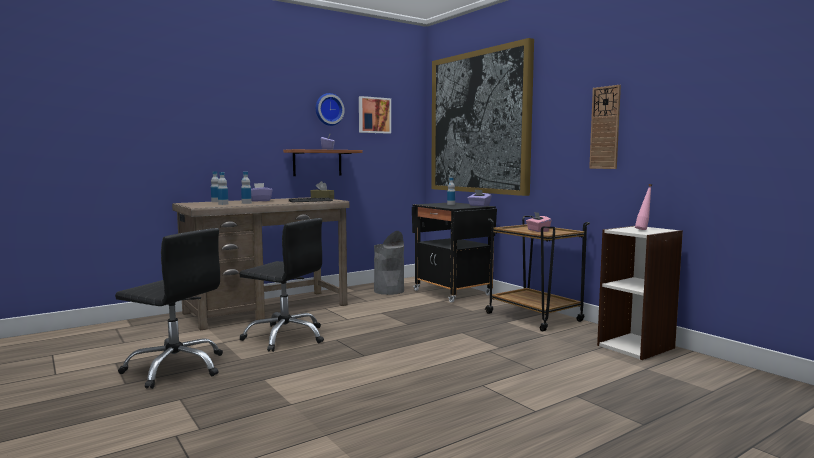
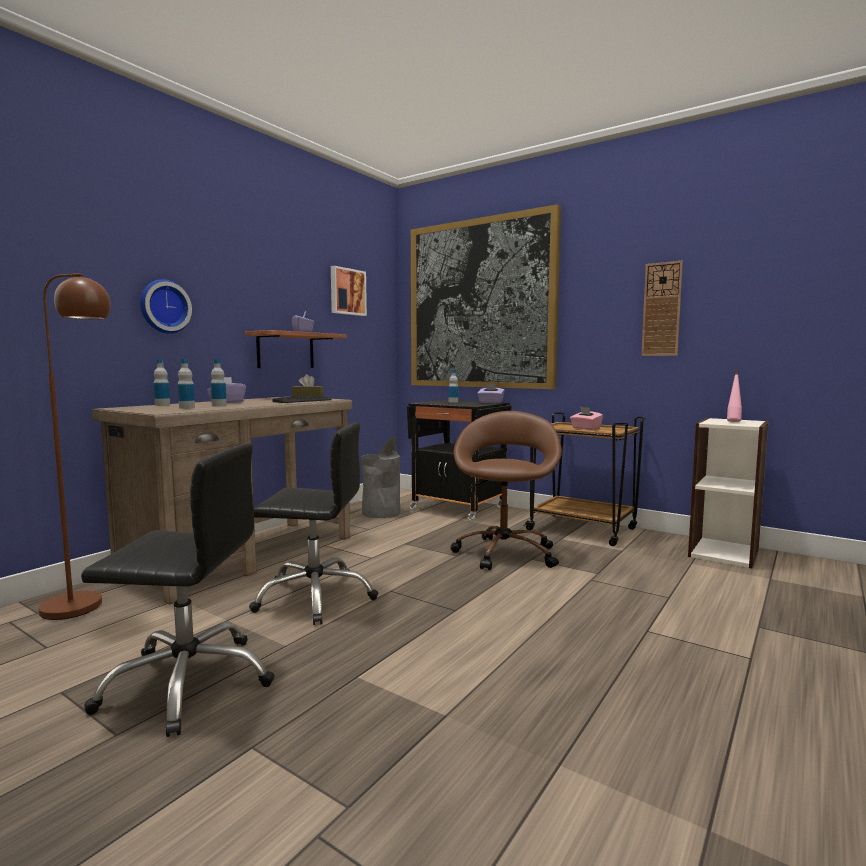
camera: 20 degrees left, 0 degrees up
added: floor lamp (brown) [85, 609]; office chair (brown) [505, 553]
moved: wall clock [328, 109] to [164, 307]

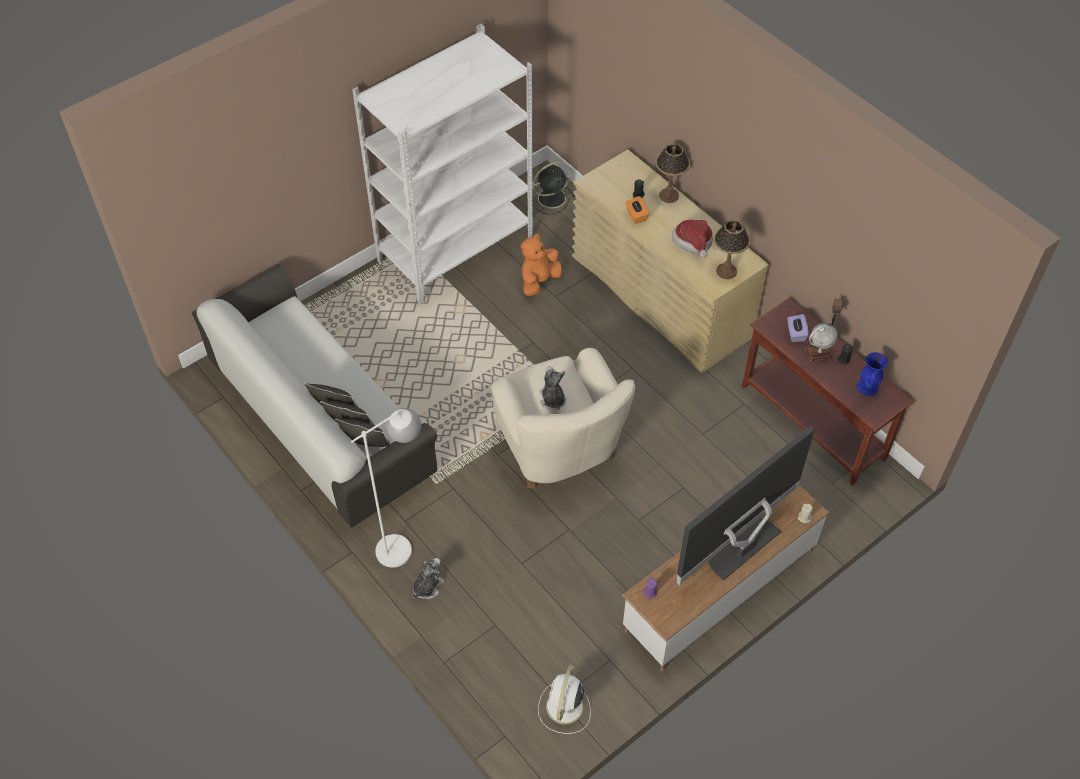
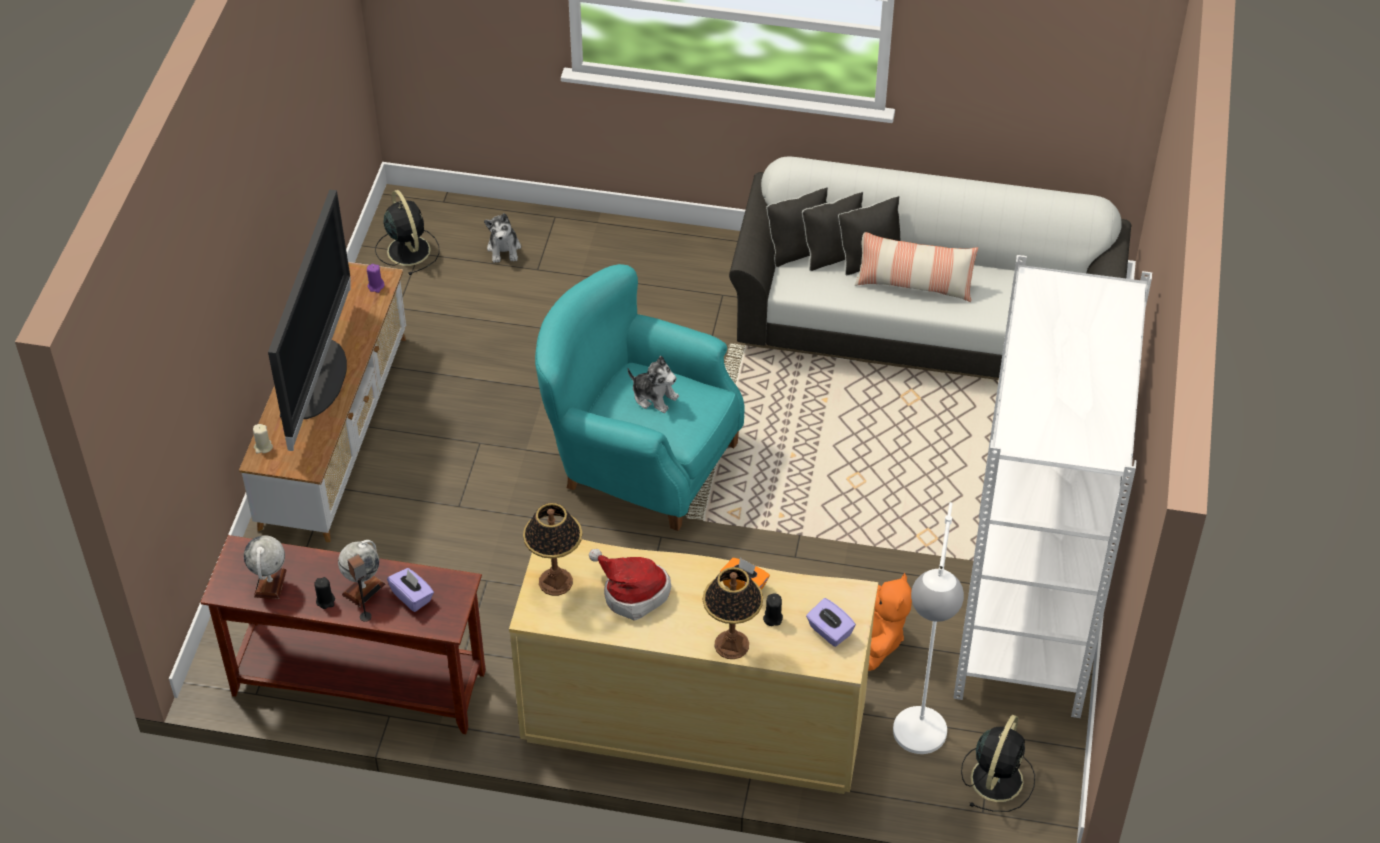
camera: 140 degrees right, 5 degrees down
added: pillow [914, 284]; tissue box (purple) [829, 631]
moved: floor lamp (white) [404, 544] to [917, 748]; plush toy [427, 586] to [504, 249]
replaced: vase (blue) [868, 387] to globe [270, 583]
recoloured: armchair (beige) [559, 447] to armchair (turquoise) [640, 460]; fan (white) [564, 708] to fan (black) [408, 249]

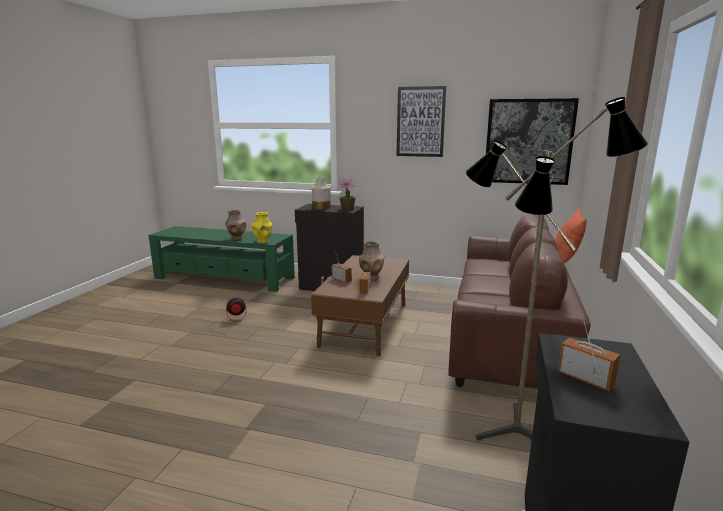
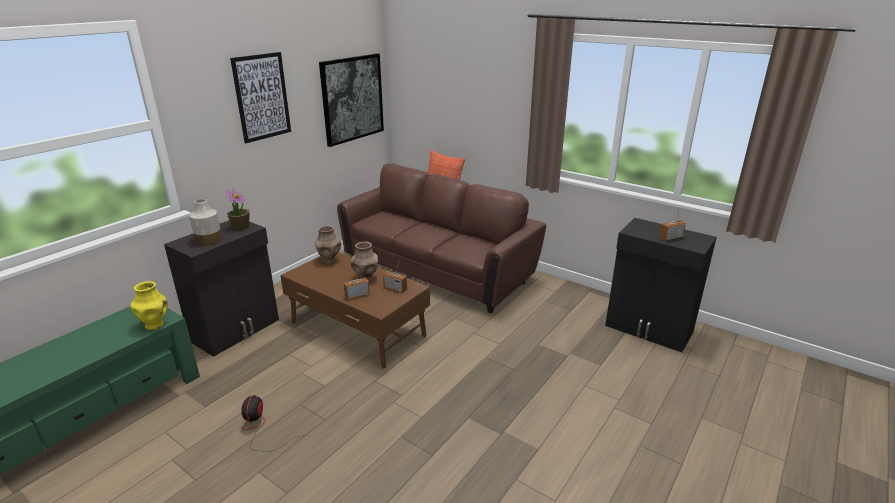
camera: 70 degrees left, 10 degrees up
removed: floor lamp [513, 437]
moved: vase (brown) [236, 238] to [329, 261]

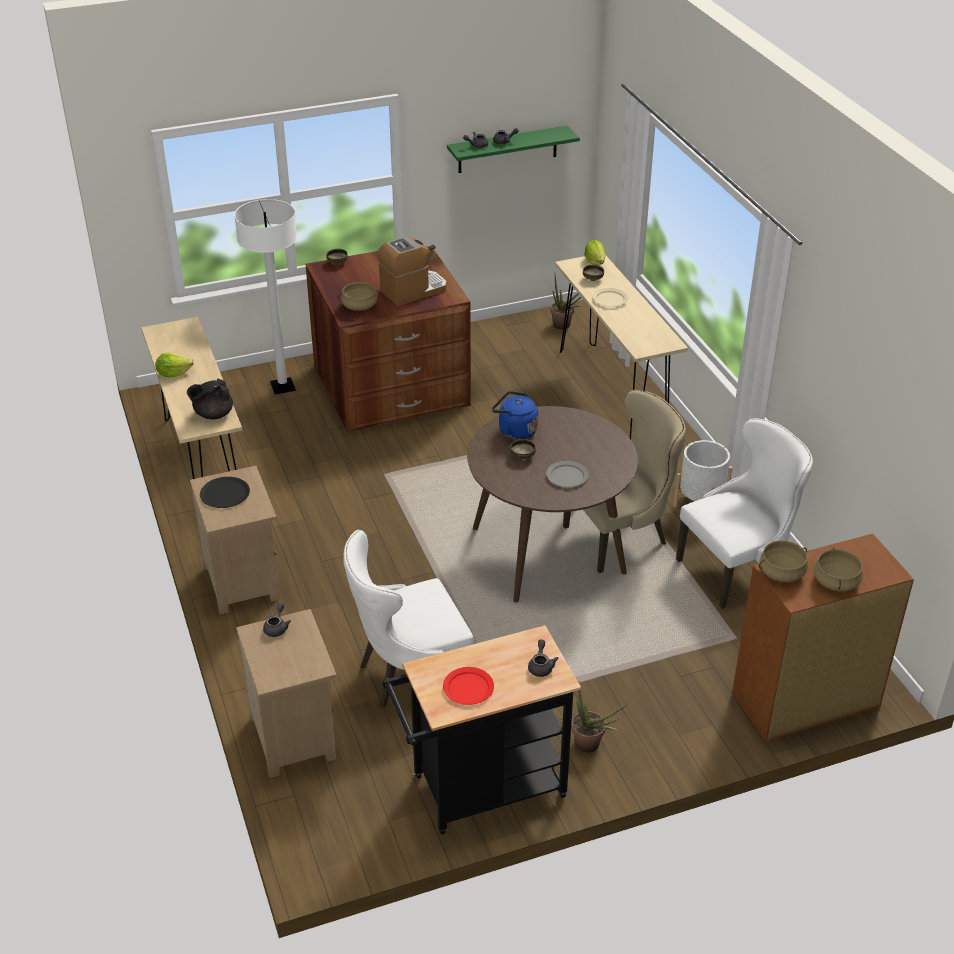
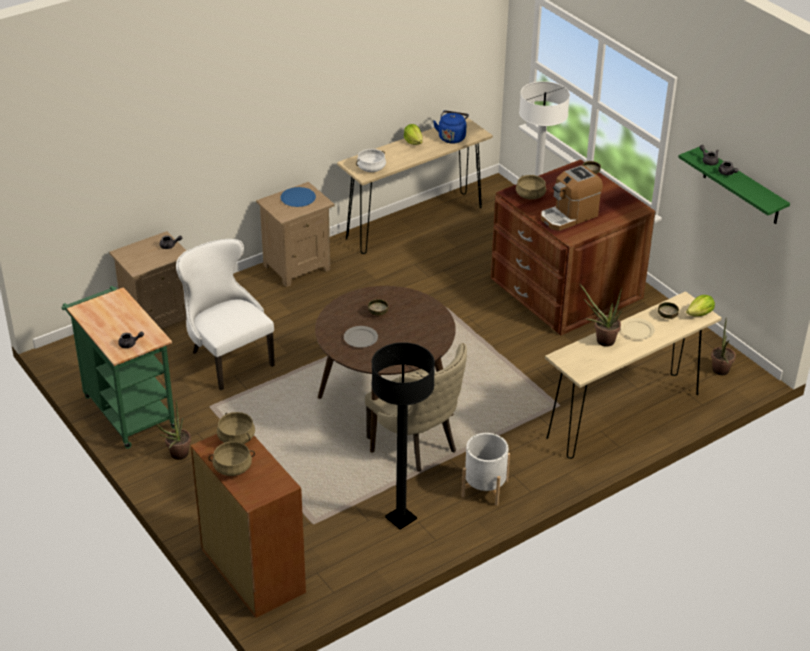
camera: 75 degrees right, 0 degrees up
removed: plate (red) [468, 688]
added: potted plant [601, 340]
moved: kettle (blue) [515, 430] to [452, 137]
replaced: teapot (black) [213, 414] to cooking pot (white) [371, 168]; chair (white) [736, 569] to floor lamp (black) [401, 518]
recoloured: plate (black) [225, 493] to plate (blue) [298, 198]; cart (black) [480, 790] to cart (green) [126, 409]
turned: coffee machine [413, 290] = [569, 216] 105 degrees clockwise

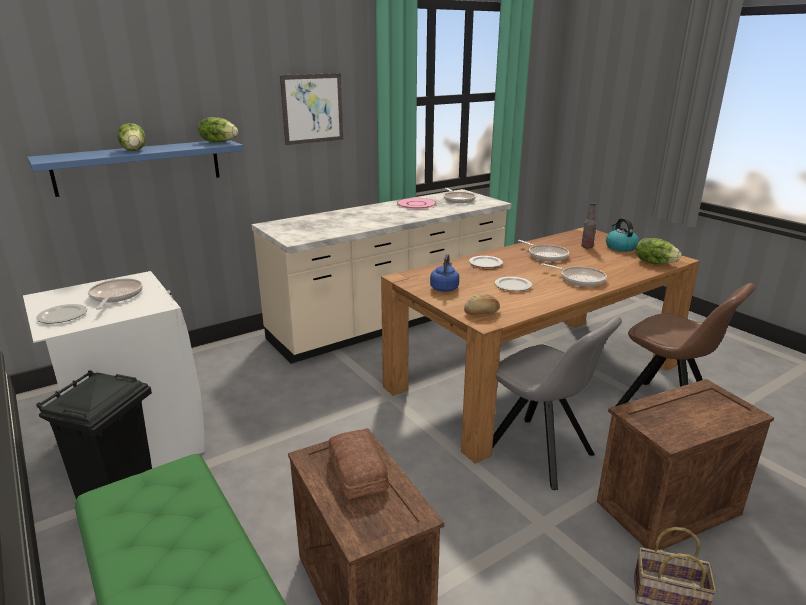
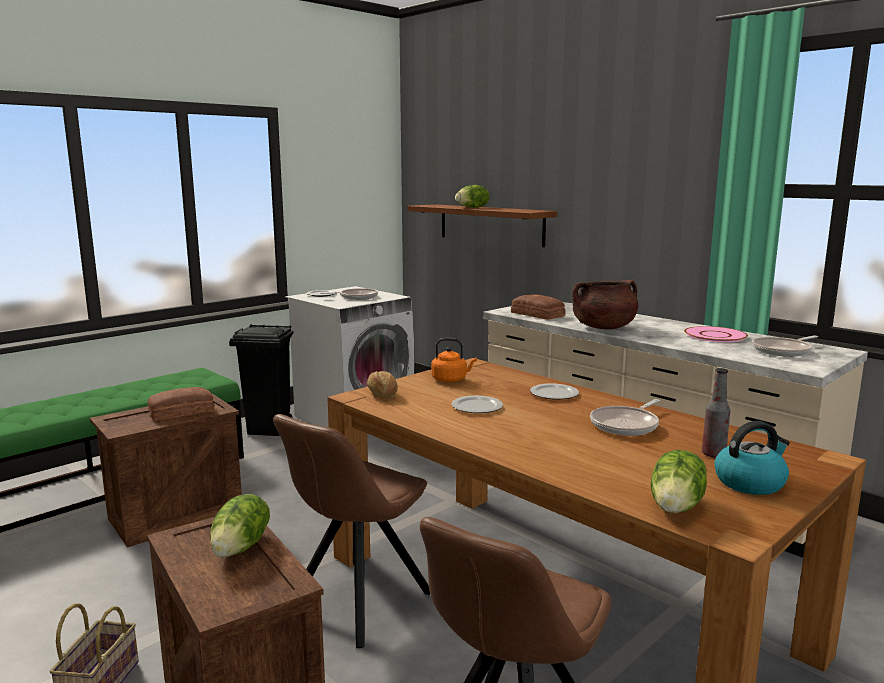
camera: 80 degrees right, 10 degrees down
removed: picture [312, 108]; frying pan [580, 279]
added: cooking pot (brown) [603, 327]; bread [537, 315]
moved: lettuce [219, 142] to [241, 547]
recoloured: shelf (blue) [139, 167] to shelf (brown) [490, 224]; kettle (blue) [444, 288] to kettle (orange) [451, 380]; chair (grey) [539, 453] to chair (brown) [358, 602]

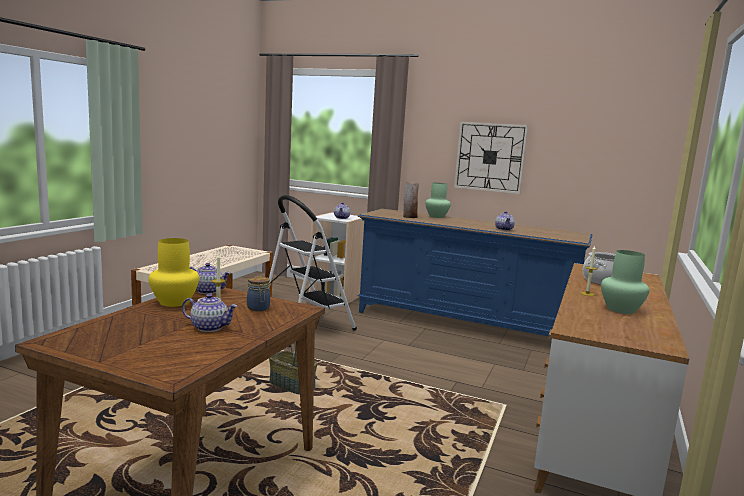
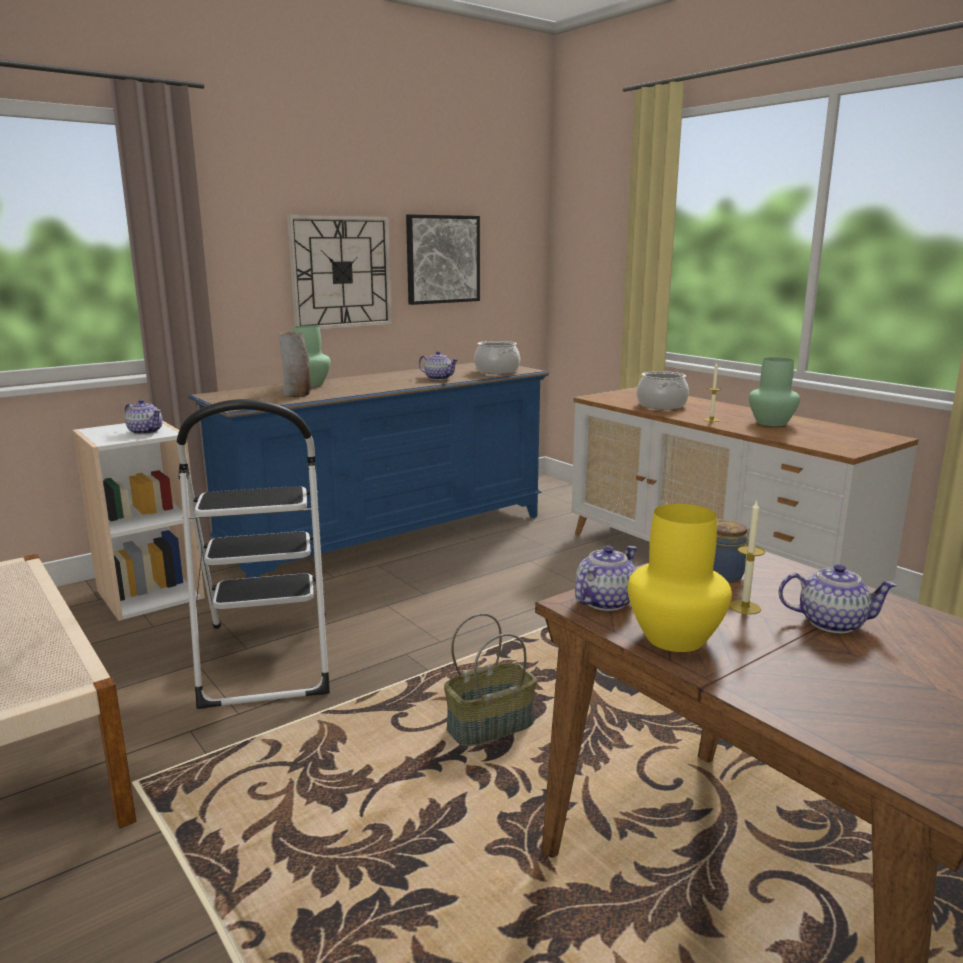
camera: 60 degrees left, 5 degrees up
added: picture [442, 259]; cooking pot [496, 371]
turned: teapot [209, 327] = [831, 623] 60 degrees clockwise

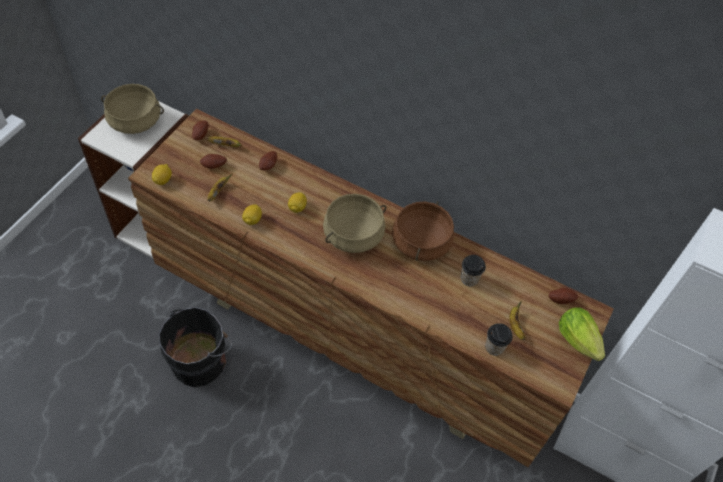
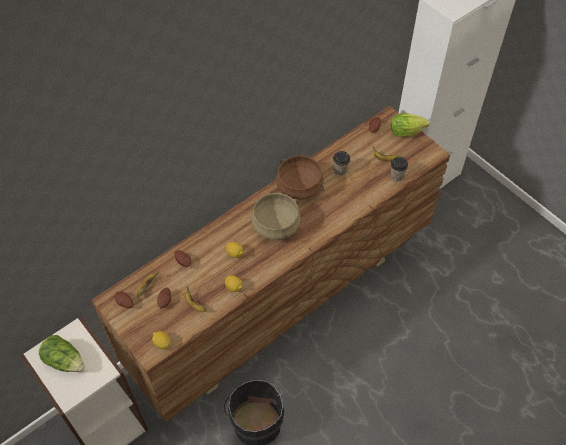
camera: 65 degrees left, 0 degrees up
replaced: cooking pot (beige) [135, 121] to lettuce [65, 360]

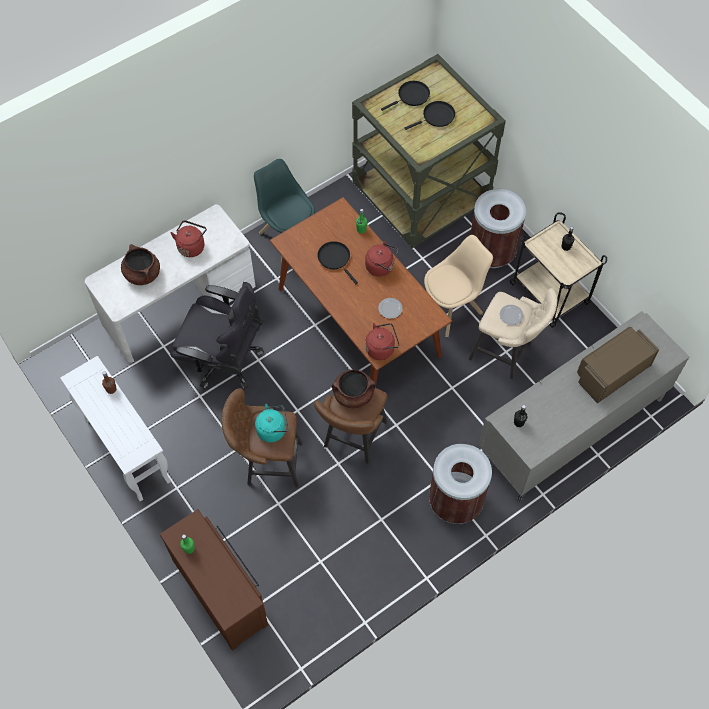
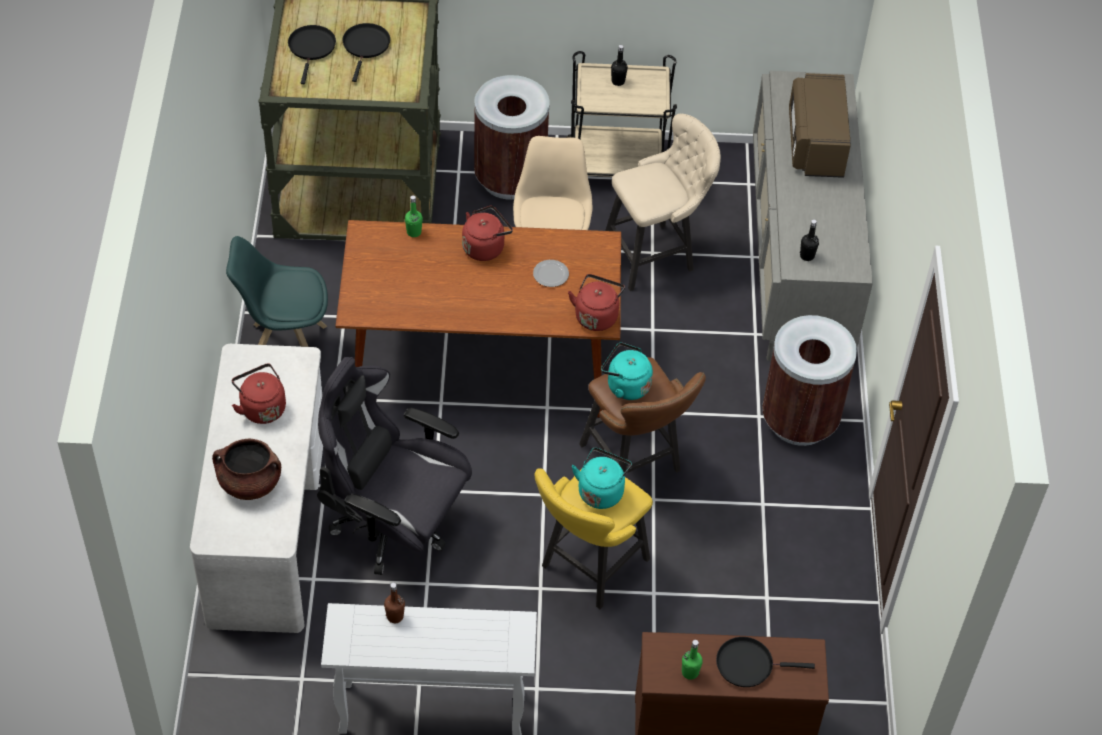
camera: 55 degrees left, 10 degrees down
removed: plate [511, 315]
moved: frying pan (black) [335, 258] to [748, 664]
replaced: cooking pot (brown) [353, 394] to kettle (turquoise) [625, 385]
recoloured: stool (brown) [266, 462] to stool (yellow) [587, 570]
turned: office chair (black) [222, 360] = [397, 528] 120 degrees counterclockwise

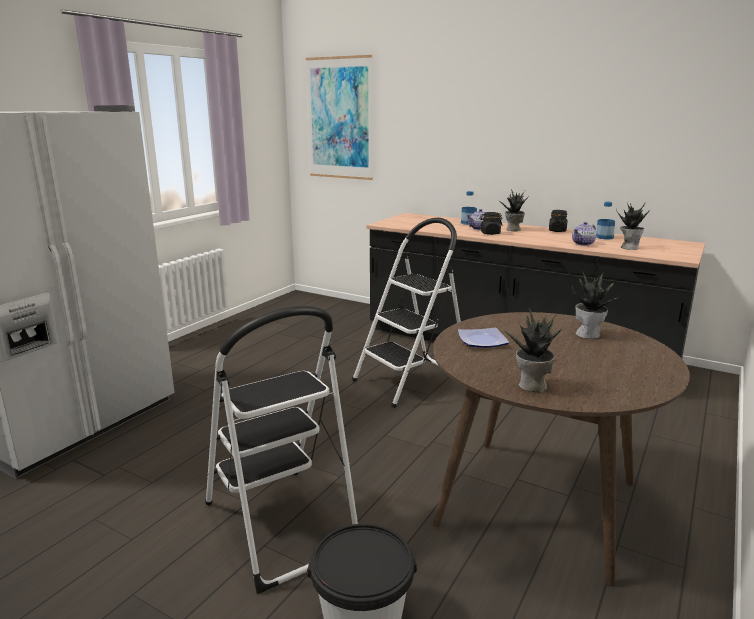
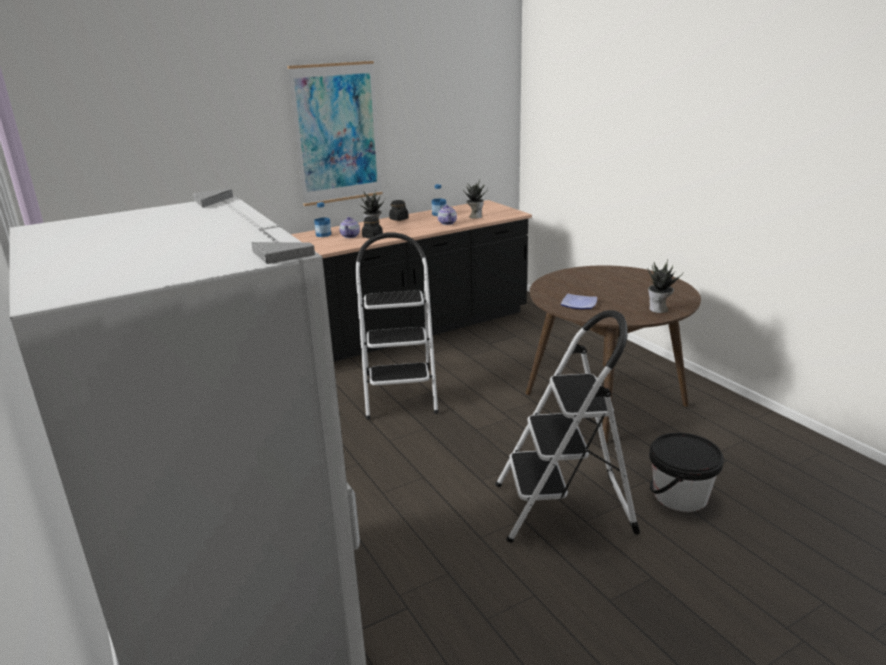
camera: 60 degrees left, 5 degrees up
removed: potted plant [588, 334]
moved: picture [340, 118] to [337, 134]

